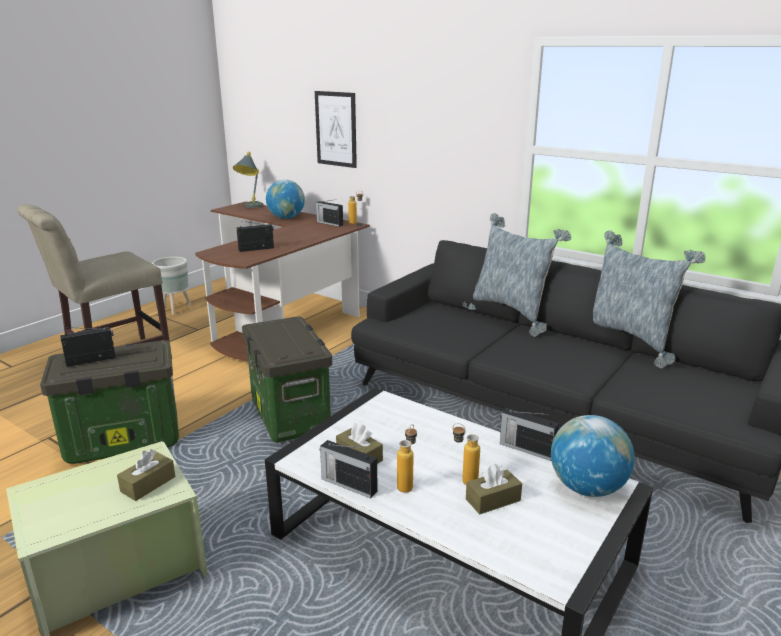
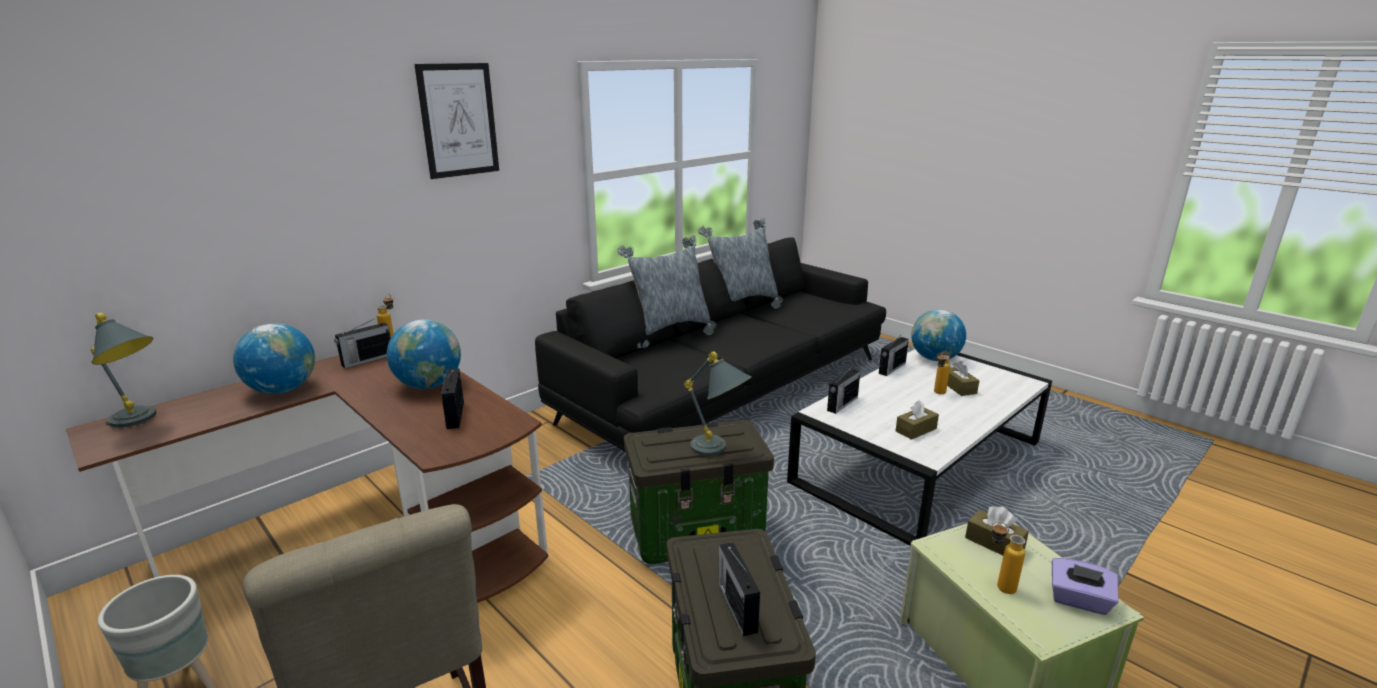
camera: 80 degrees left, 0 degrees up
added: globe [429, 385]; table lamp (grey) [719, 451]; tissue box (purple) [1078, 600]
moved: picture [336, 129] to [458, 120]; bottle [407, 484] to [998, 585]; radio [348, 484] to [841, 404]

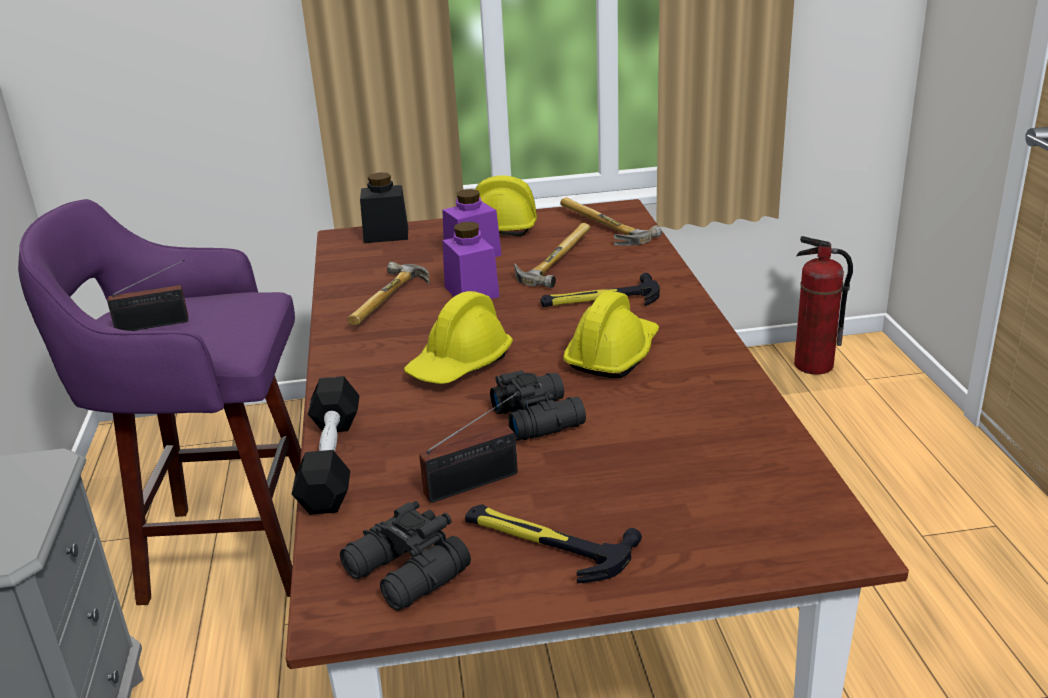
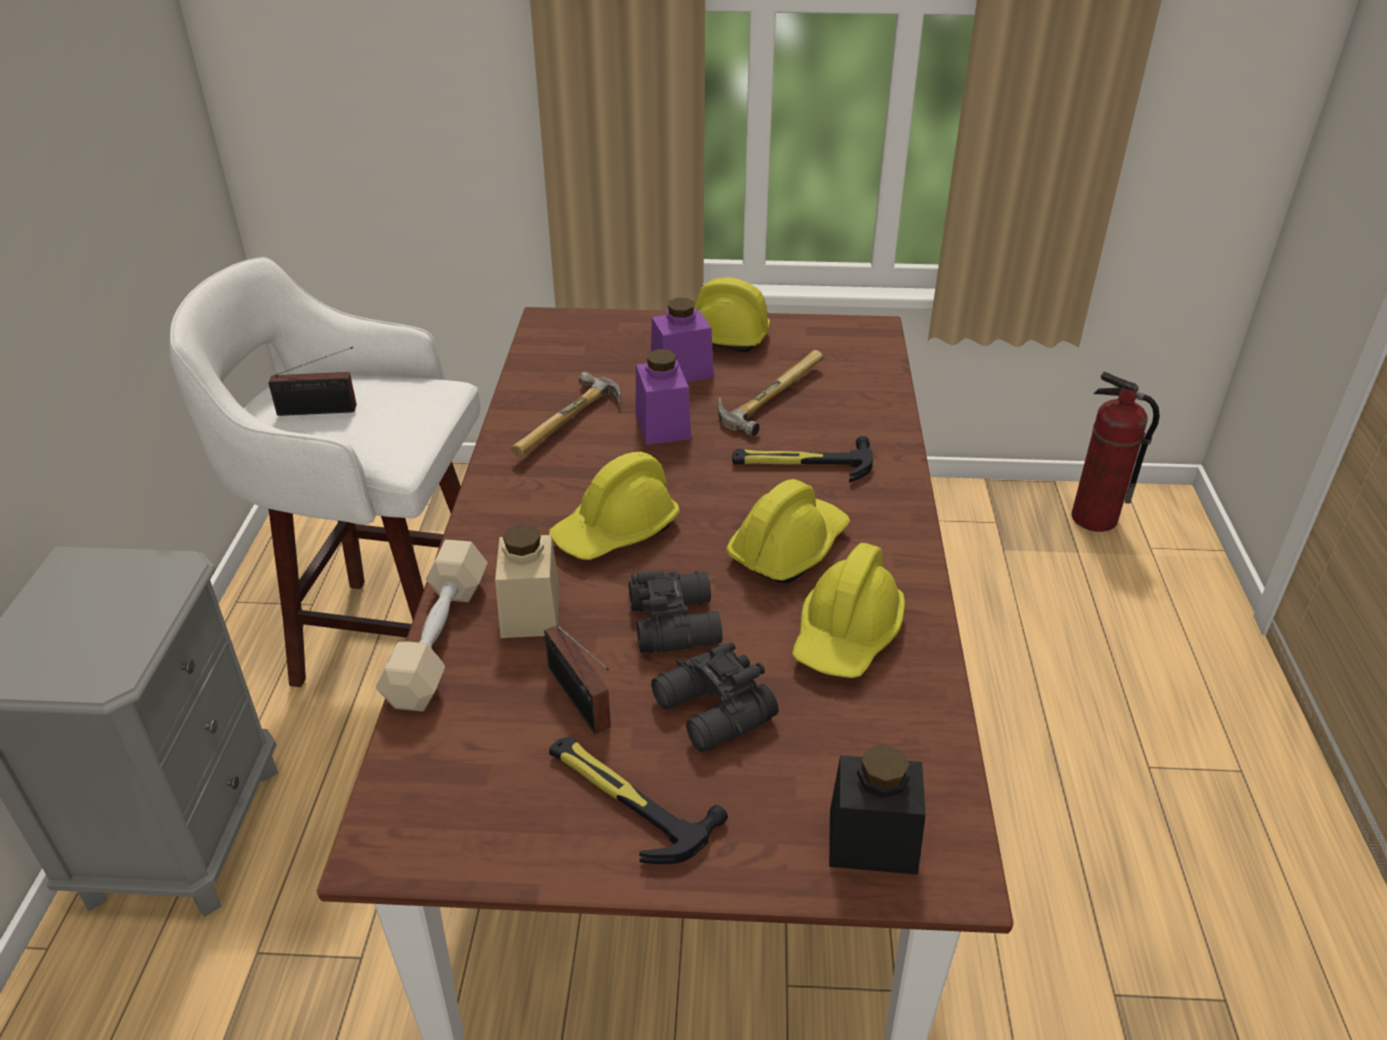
camera: 10 degrees right, 10 degrees up
removed: hammer [600, 229]
added: jar (beige) [530, 612]; hard hat (yellow) [847, 634]
moved: jar (black) [386, 235] to [872, 841]; binoculars (black) [406, 574] to [712, 712]
recoloured: stool (purple) [224, 551] to stool (white) [389, 639]; dumbbell (black) [331, 461] to dumbbell (beige) [439, 640]
turned: radio [477, 483] = [580, 701] 75 degrees clockwise

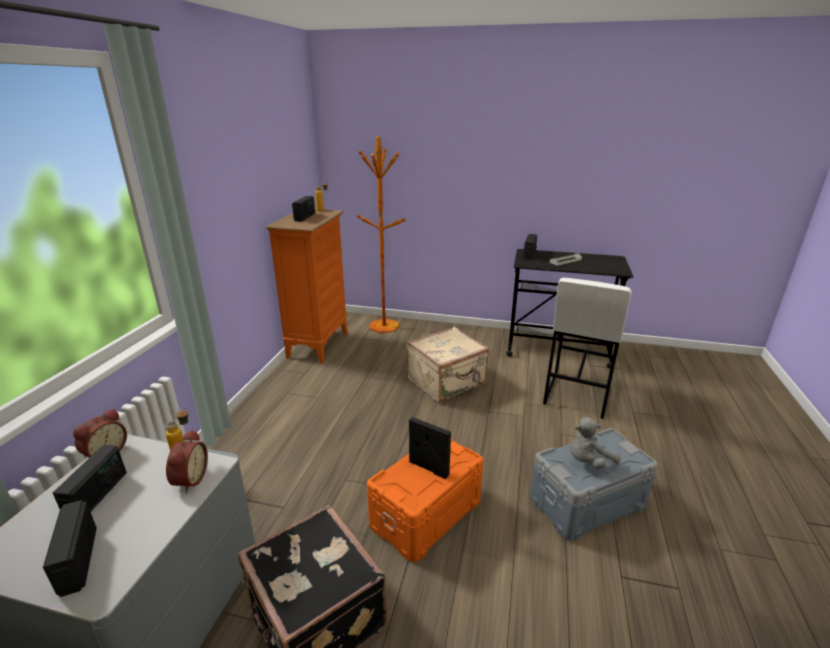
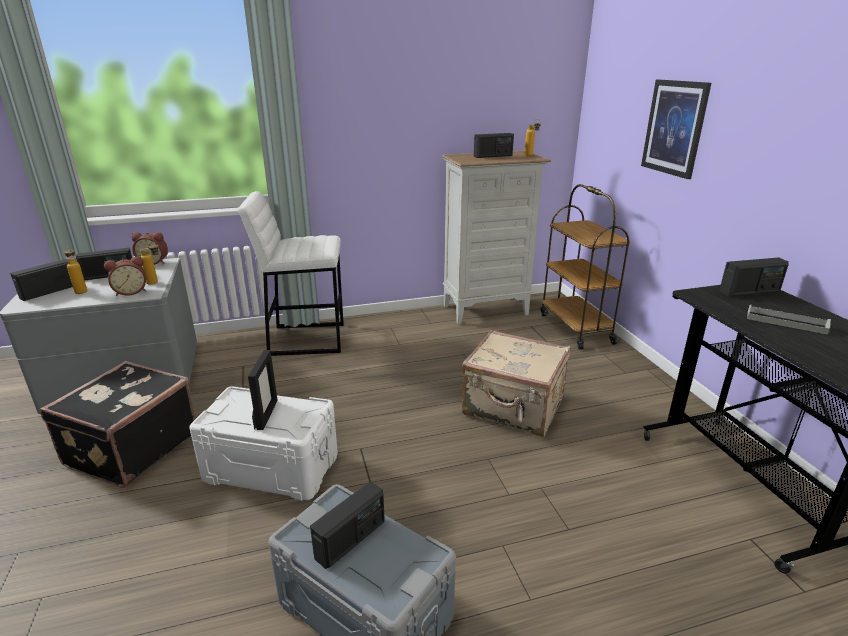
camera: 60 degrees right, 0 degrees up
added: picture [674, 128]; bottle [80, 290]
moved: stool (white) [577, 395] to [305, 339]
replaced: clothes rack (orange) [384, 326] to cart (brown) [575, 328]; plush toy (grey) [588, 461] to radio [351, 539]
recoloured: dresser (orange) [320, 344] to dresser (white) [487, 310]; storage box (orange) [425, 513] to storage box (white) [272, 466]

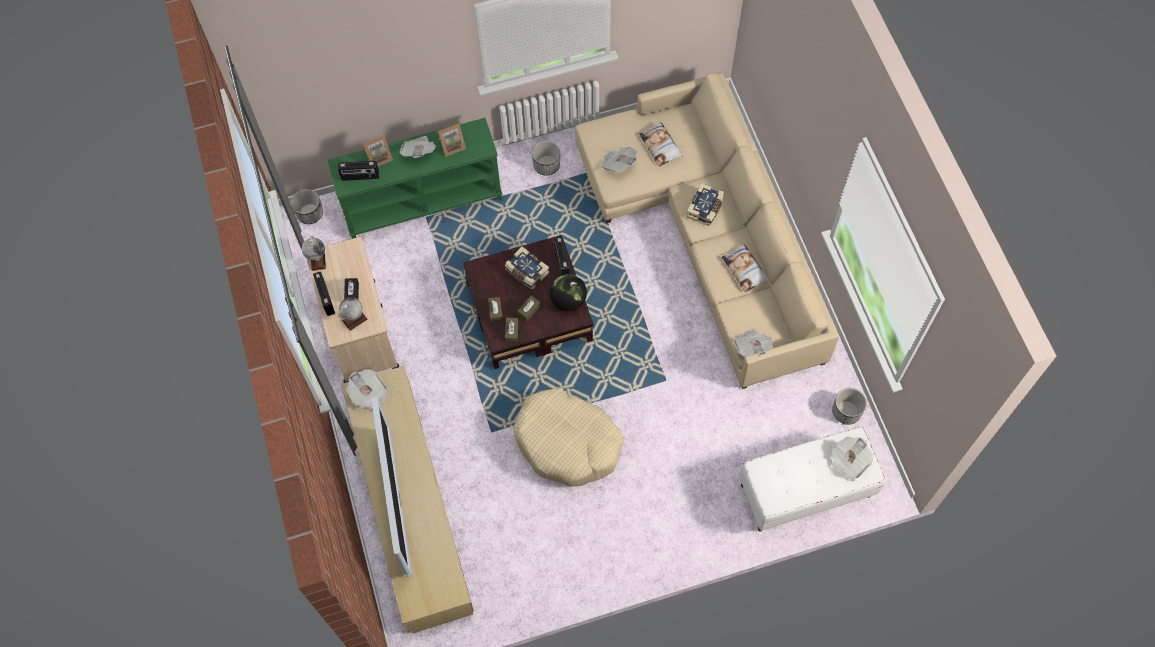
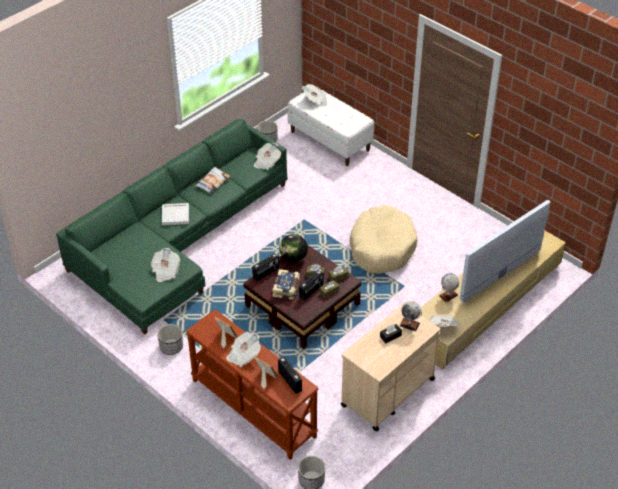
camera: 120 degrees left, 20 degrees down
removed: pillow [660, 146]
moved: globe [318, 260] to [448, 295]; radio [325, 299] to [311, 291]
replaced: book [705, 208] to tray (white) [176, 215]
recoloured: sofa (beige) [706, 231] to sofa (green) [177, 240]; console table (green) [422, 202] to console table (brown) [252, 408]

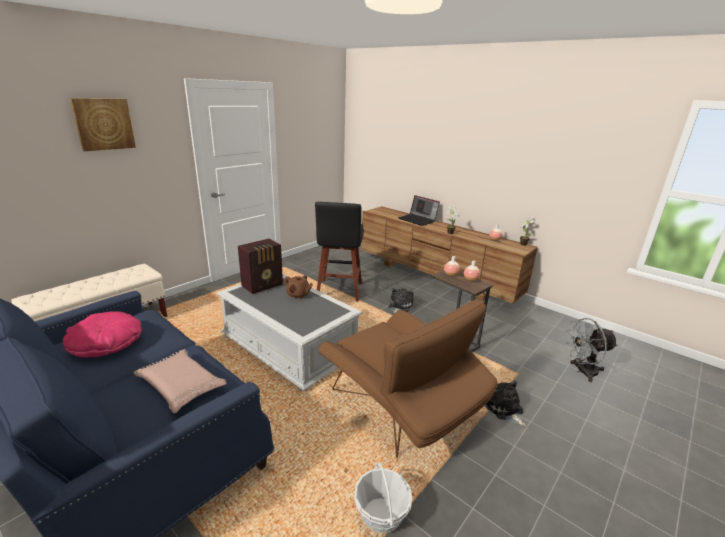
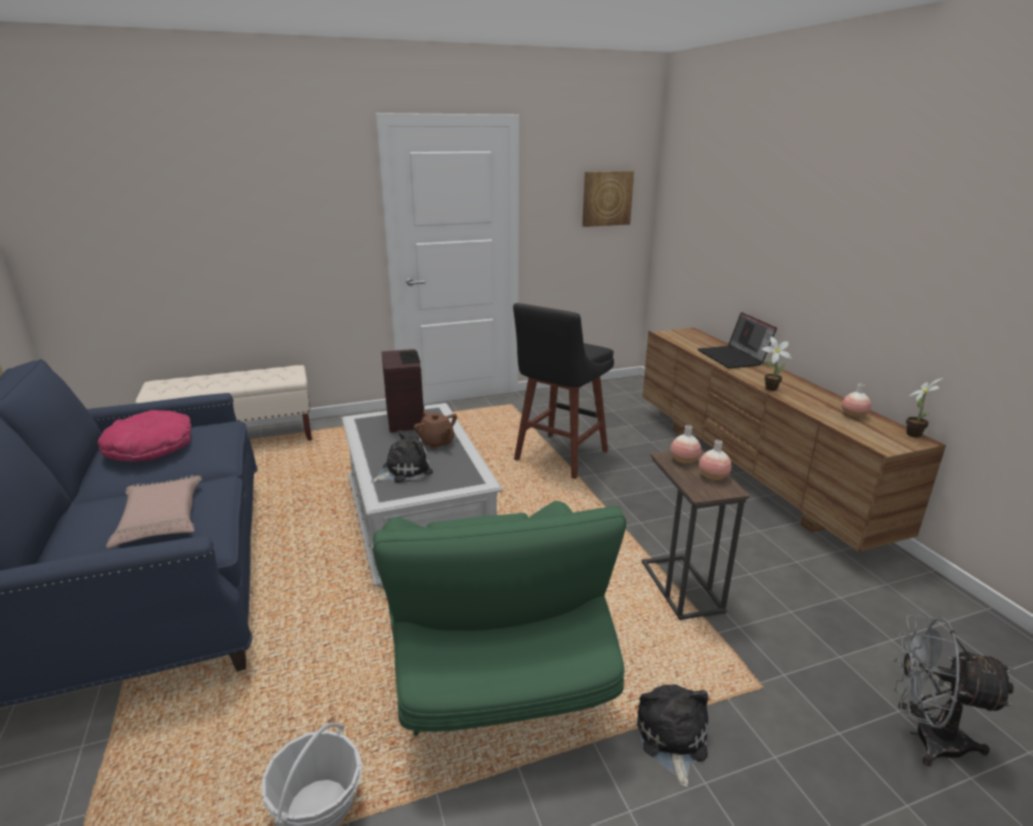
camera: 30 degrees right, 0 degrees up
moved: picture [104, 124] to [606, 198]; plush toy [399, 306] to [403, 470]
recoloured: armchair (brown) [402, 407] to armchair (green) [494, 664]
turned: radio [263, 285] = [406, 420] 90 degrees counterclockwise

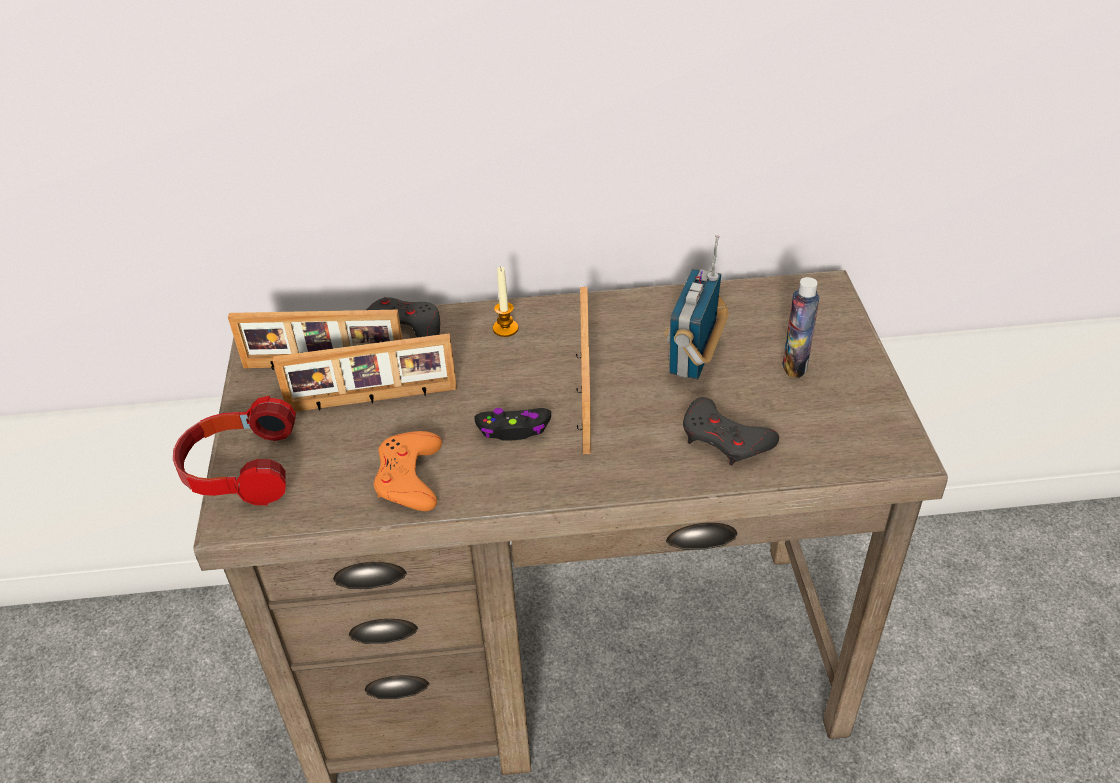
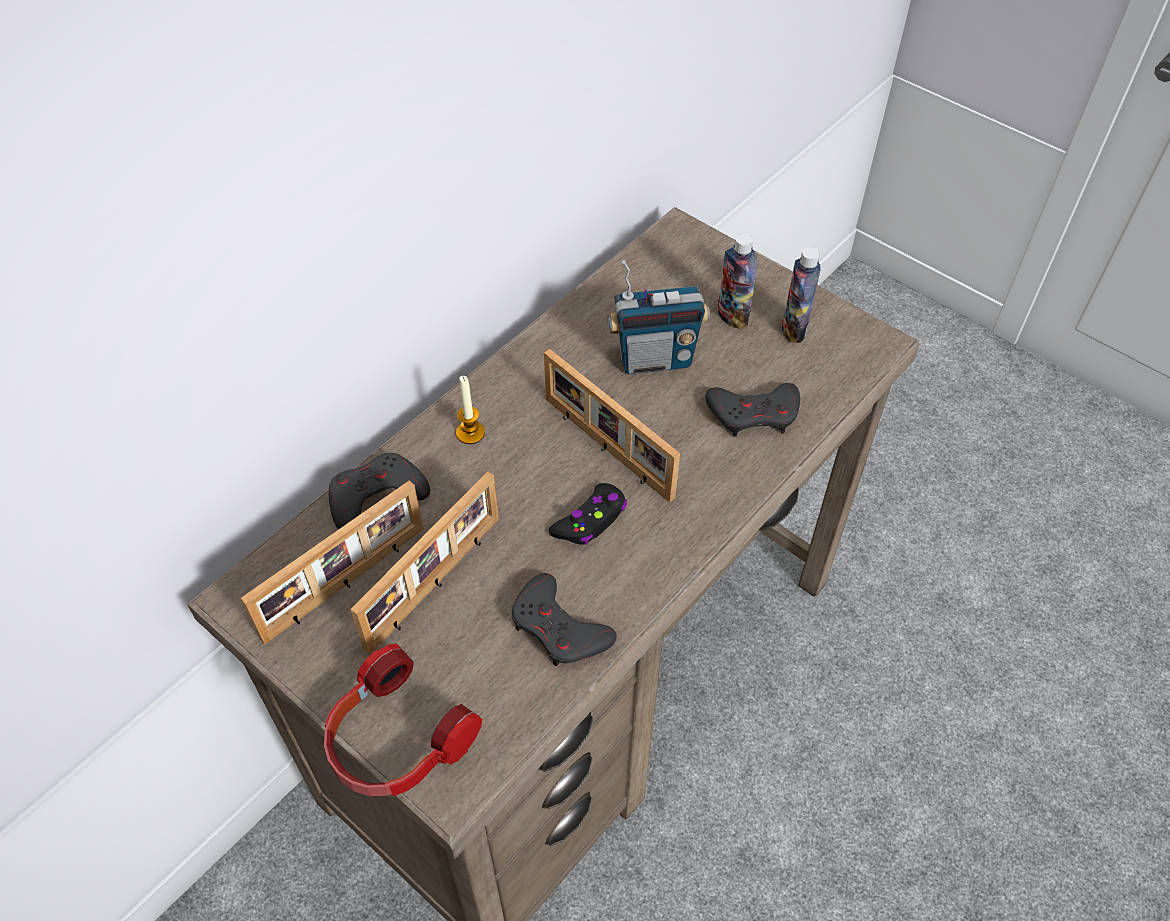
camera: 45 degrees left, 10 degrees up
added: bottle [794, 329]
recoloured: game controller (orange) [409, 477] to game controller (grey) [559, 628]
turned: radio [693, 358] = [654, 359] 75 degrees counterclockwise

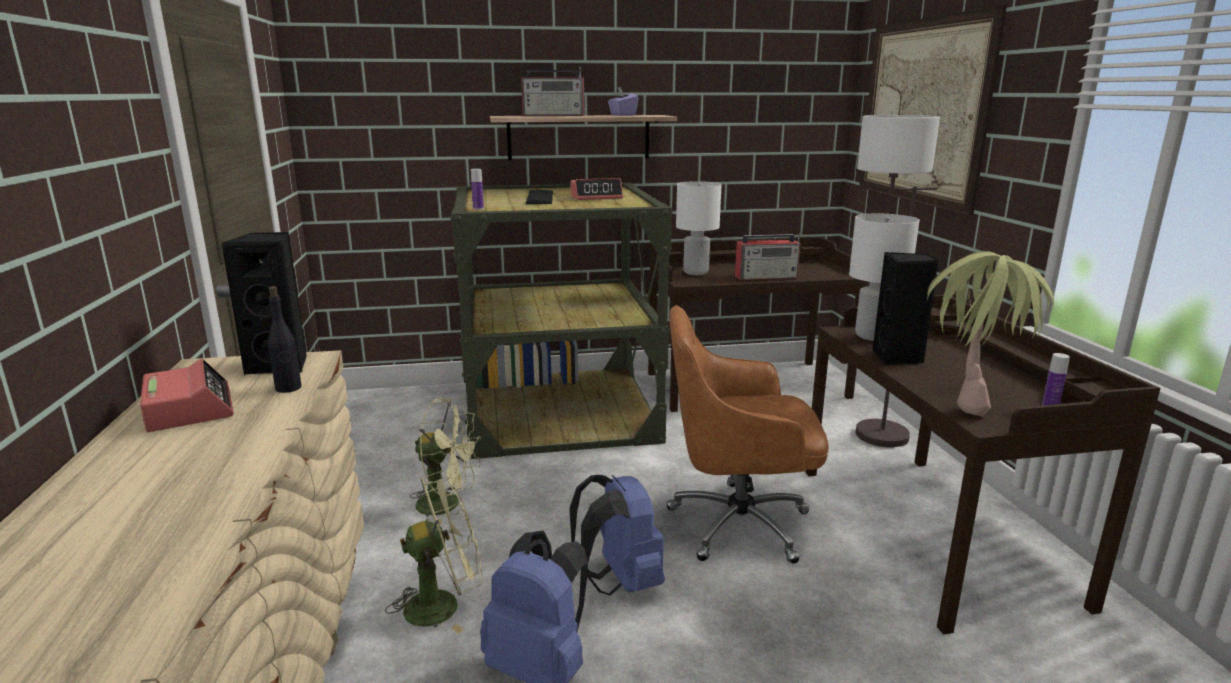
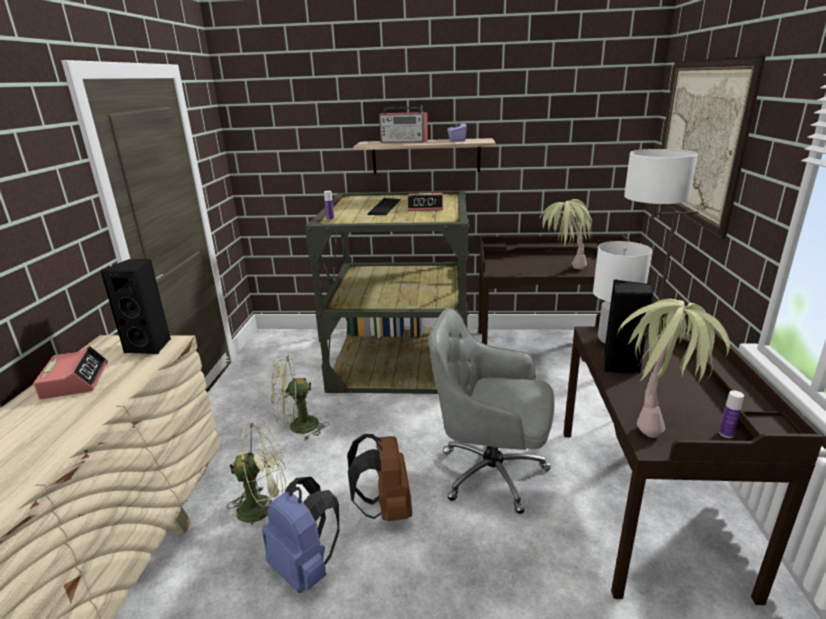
camera: 15 degrees right, 5 degrees up
removed: table lamp (white) [695, 274]; bottle (black) [288, 388]
replaced: radio [767, 277] to potted plant [563, 270]
recoloured: office chair (brown) [738, 523] to office chair (grey) [492, 471]; backpack (blue) [620, 582] to backpack (brown) [386, 509]
turned: fan (green) [448, 504] = [297, 428] 135 degrees clockwise

